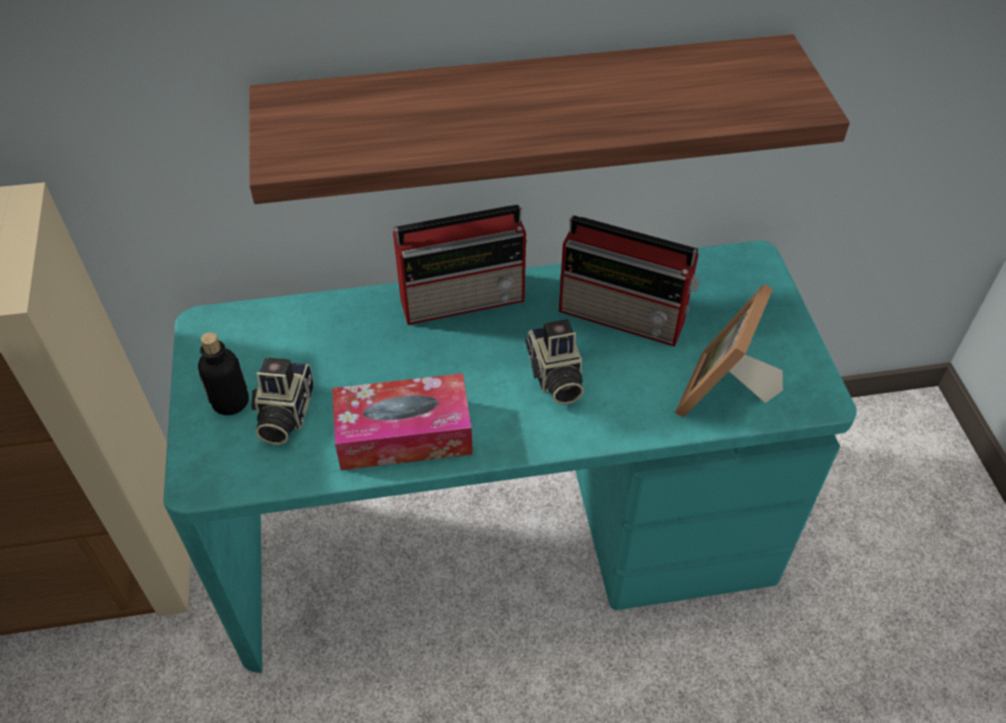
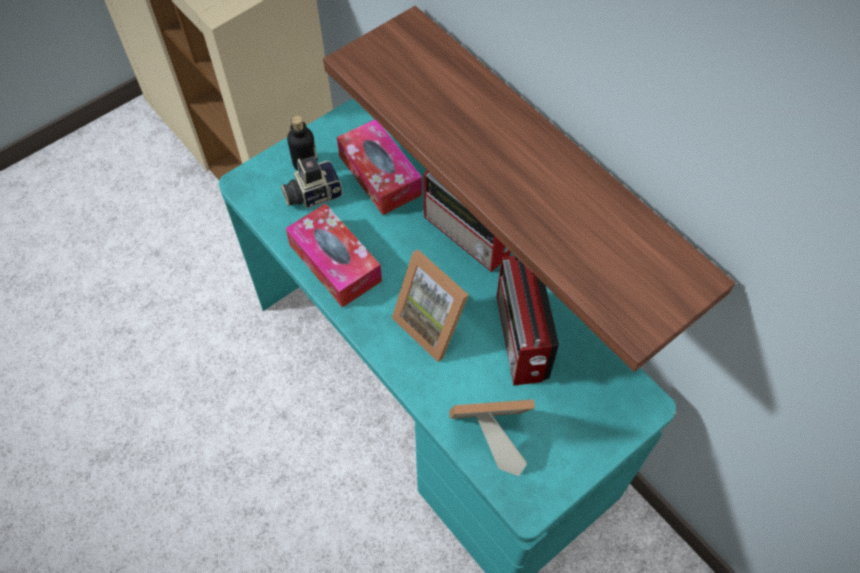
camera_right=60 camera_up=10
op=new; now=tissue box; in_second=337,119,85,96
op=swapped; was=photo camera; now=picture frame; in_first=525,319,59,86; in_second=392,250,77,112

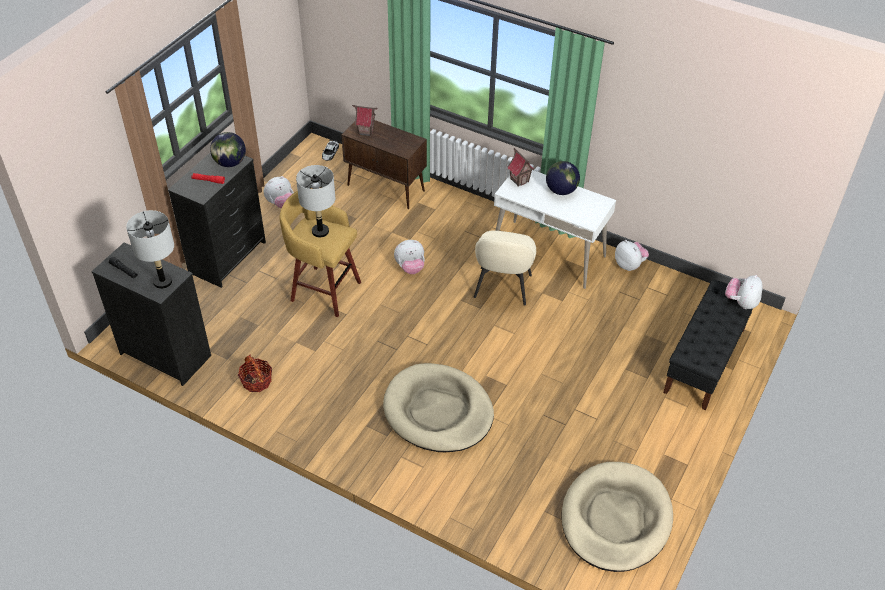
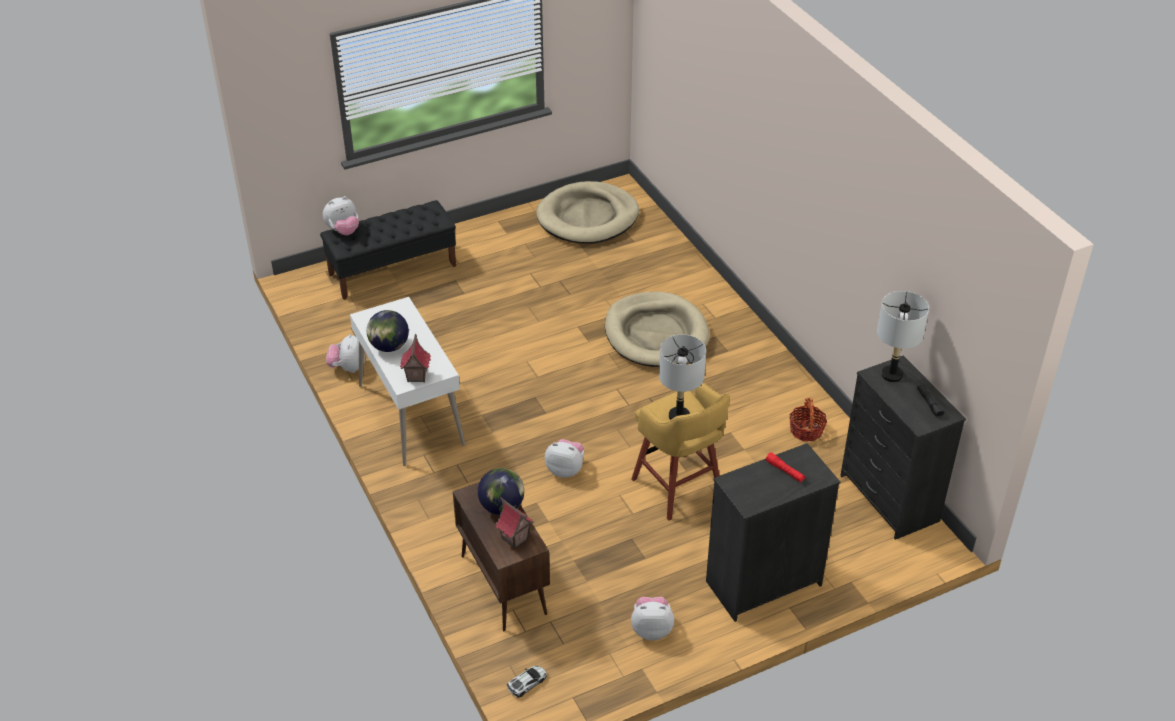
camera_right=-145 camera_up=-5
op=shifted; was=globe; in_first=210,132,36,35; in_second=478,468,46,47
op=gone; was=beige chair; in_first=474,231,62,75

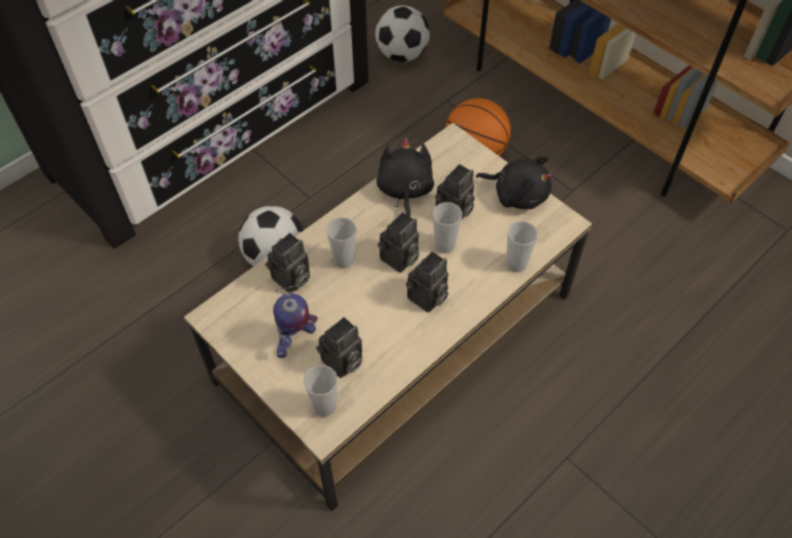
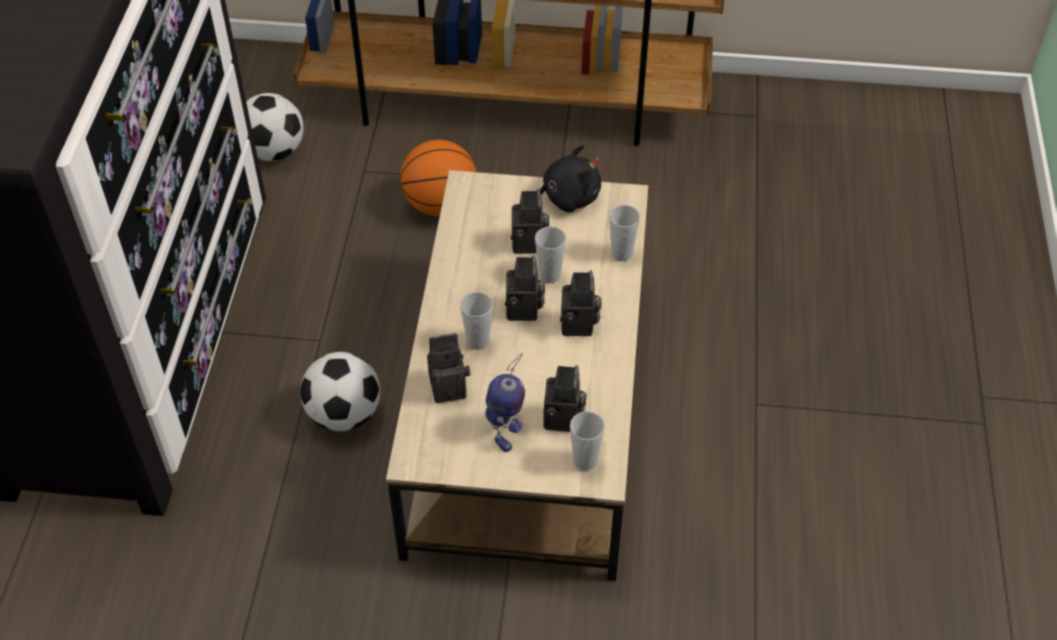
camera_right=-40 camera_up=-5
op=rotated; was=photo camera; in_first=265,233,45,60; in_second=427,333,43,70; clockwise=-105
op=gone; was=black plush toy; in_first=376,138,58,78

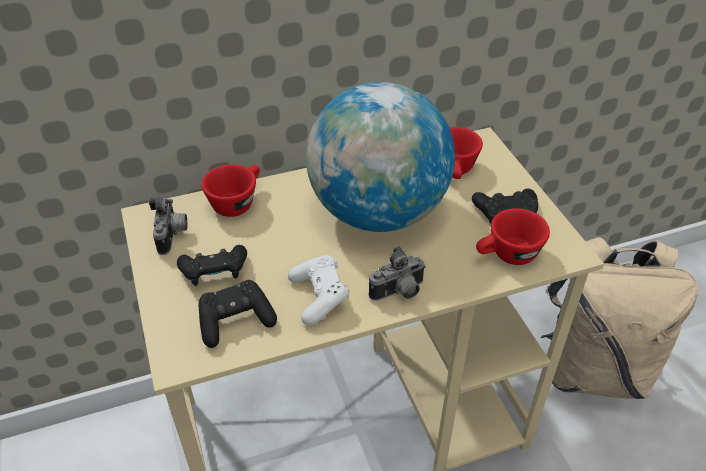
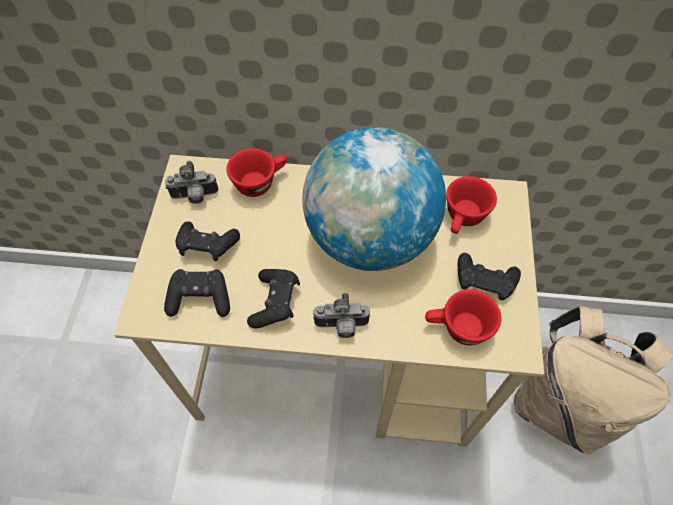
camera_right=25 camera_up=15
op=rotated; was=photo camera; in_first=149,197,39,58; in_second=165,161,53,43; clockwise=60
op=repainted; was=white game controller; now=black game controller; in_first=288,255,61,70; in_second=247,269,53,60

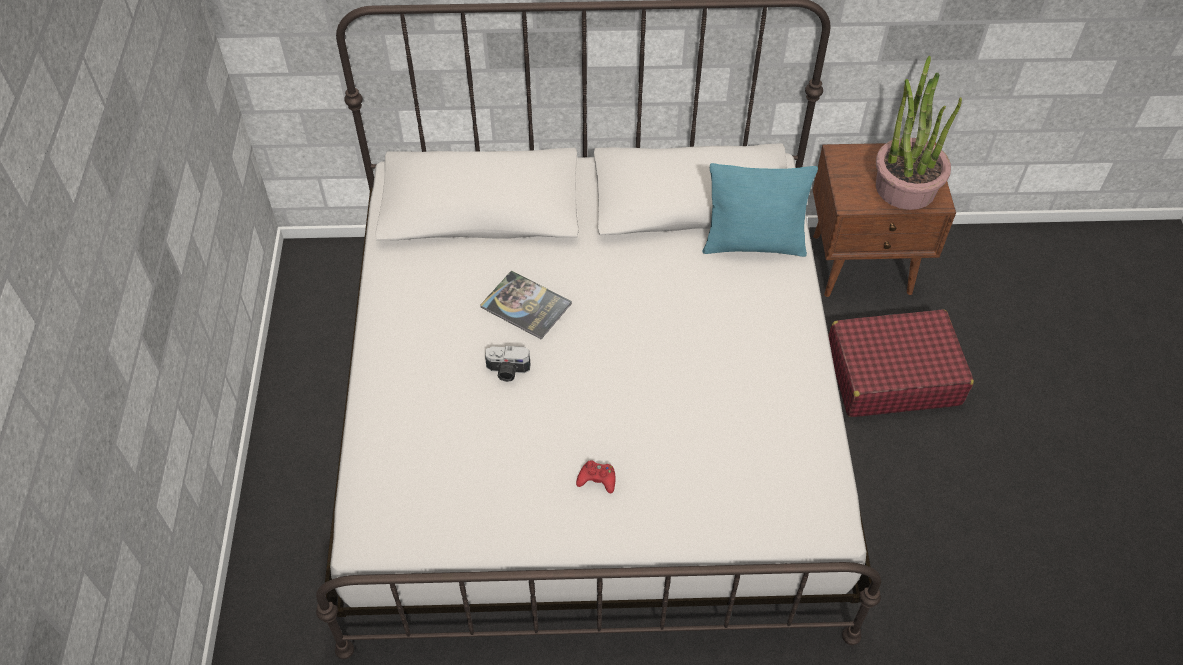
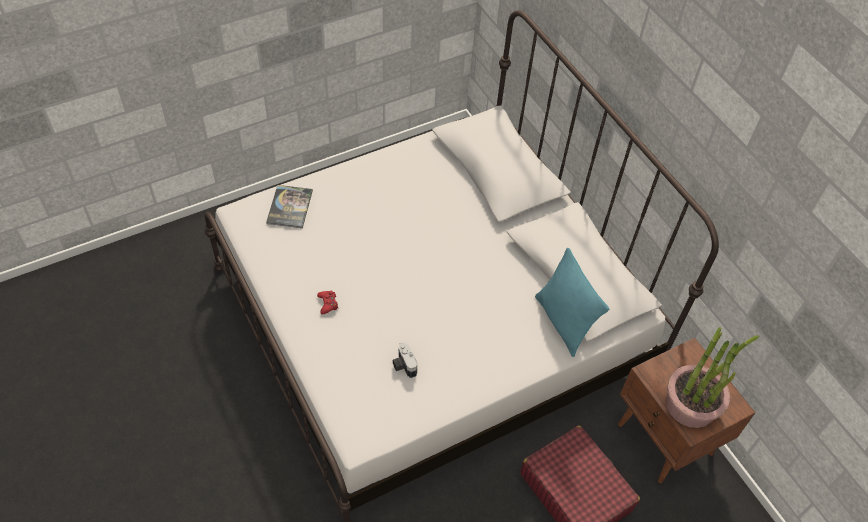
camera_right=60 camera_up=0
op=shifted; was=book; in_first=480,270,92,69; in_second=266,185,47,43
op=shifted; was=photo camera; in_first=485,346,46,36; in_second=392,342,25,36

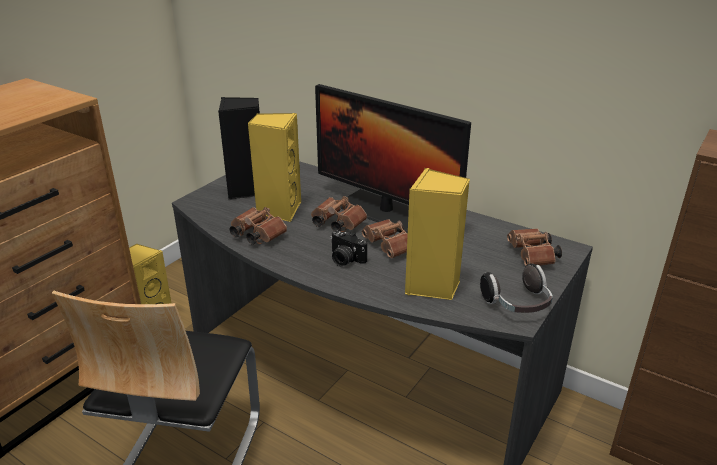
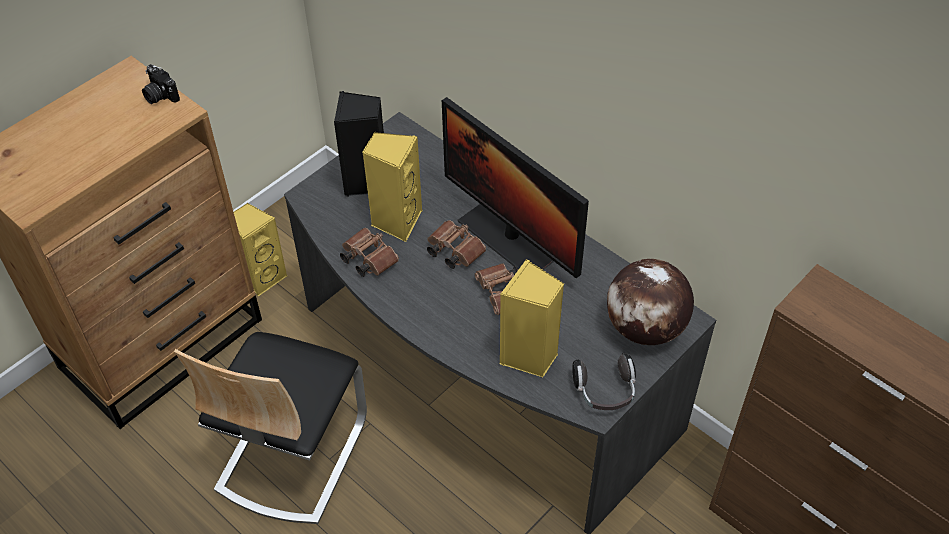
camera_right=10 camera_up=20
op=shifted; was=photo camera; in_first=330,230,37,36; in_second=142,64,38,40
op=swapped; was=brown binoculars; now=globe; in_first=507,228,55,38; in_second=607,259,87,86

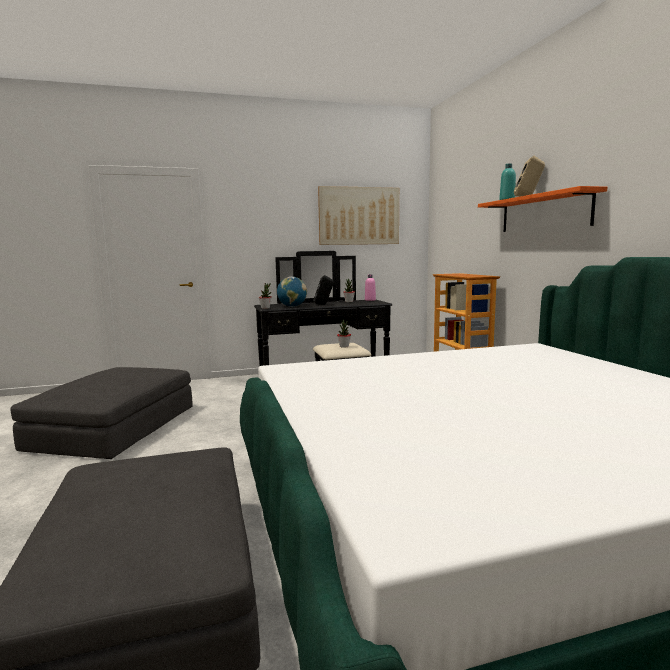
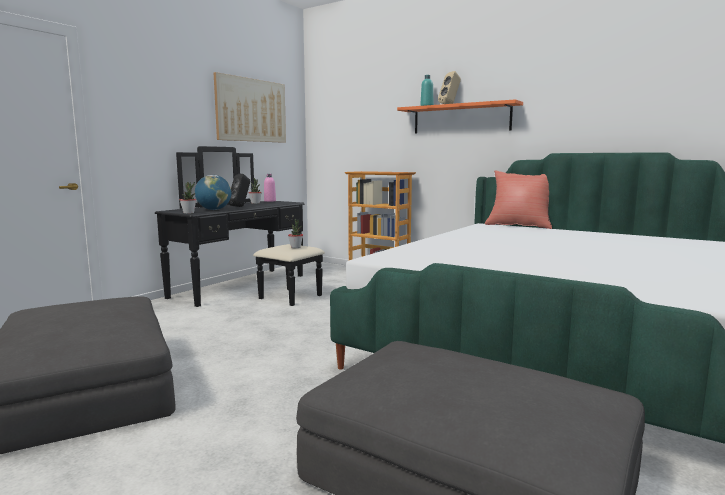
camera_right=-40 camera_up=0
op=new; now=red pillow; in_second=485,170,67,59

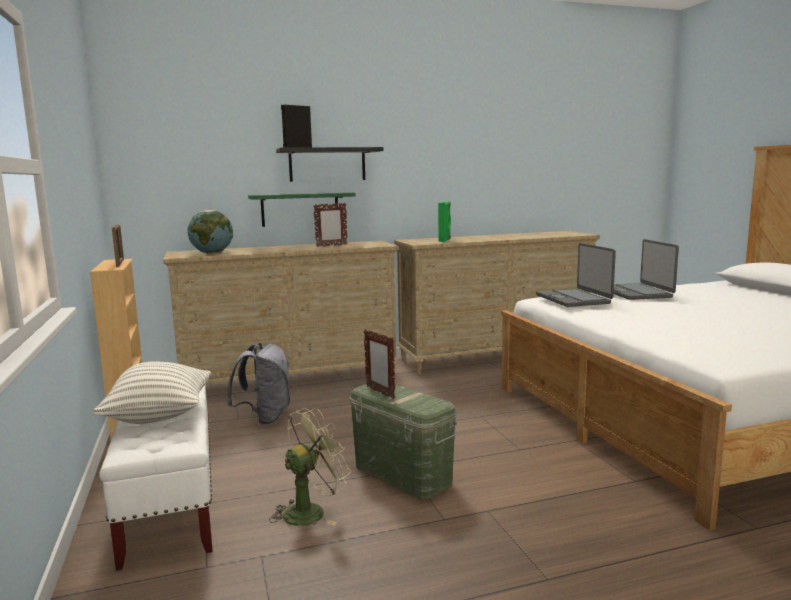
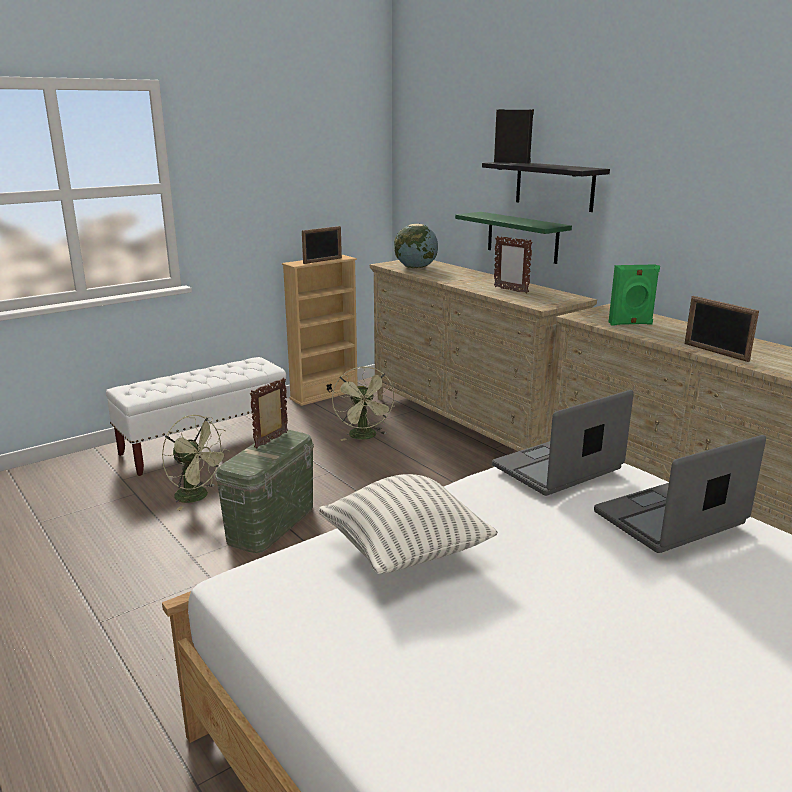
camera_right=70 camera_up=10
op=shifted; was=pillow; in_first=93,361,118,63; in_second=319,474,179,100
op=swapped; was=grey backpack; now=green fan; in_first=227,343,63,82; in_second=332,367,63,74
op=new; now=picture frame; in_second=685,296,74,66

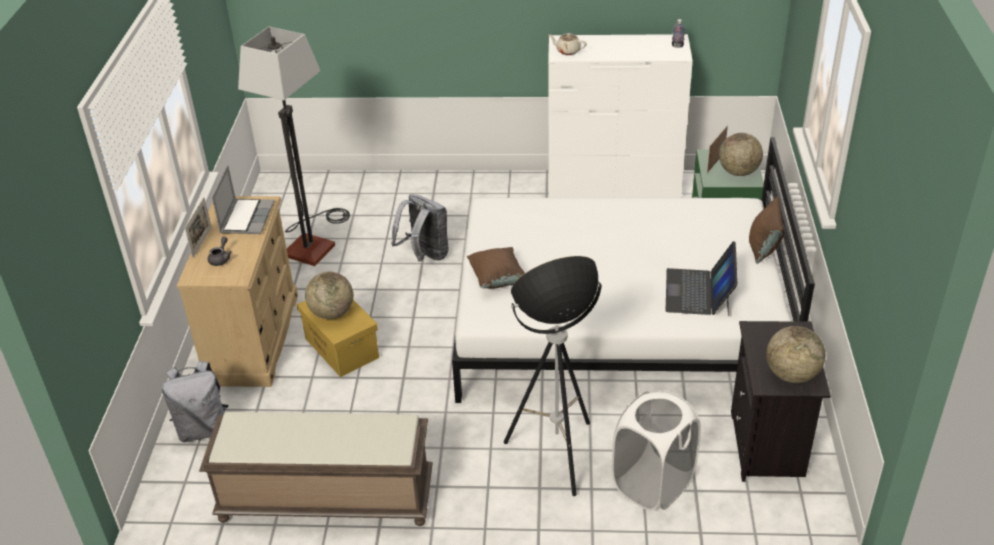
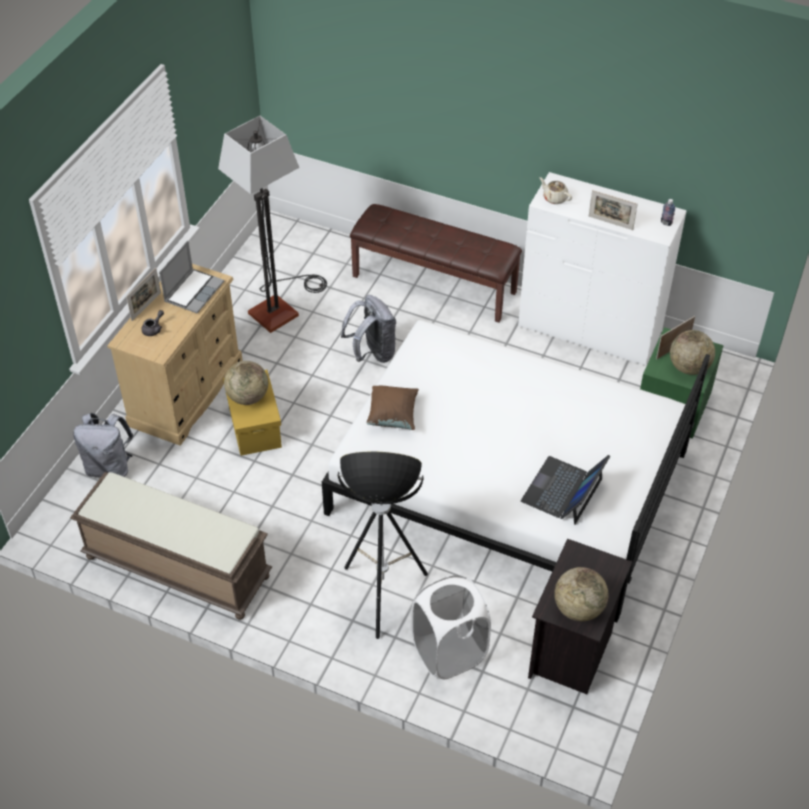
camera_right=20 camera_up=10
op=new; now=brown bench; in_second=350,204,172,118
op=new; now=picture frame; in_second=589,190,49,40
op=gone; was=brown pillow; in_first=749,196,35,68

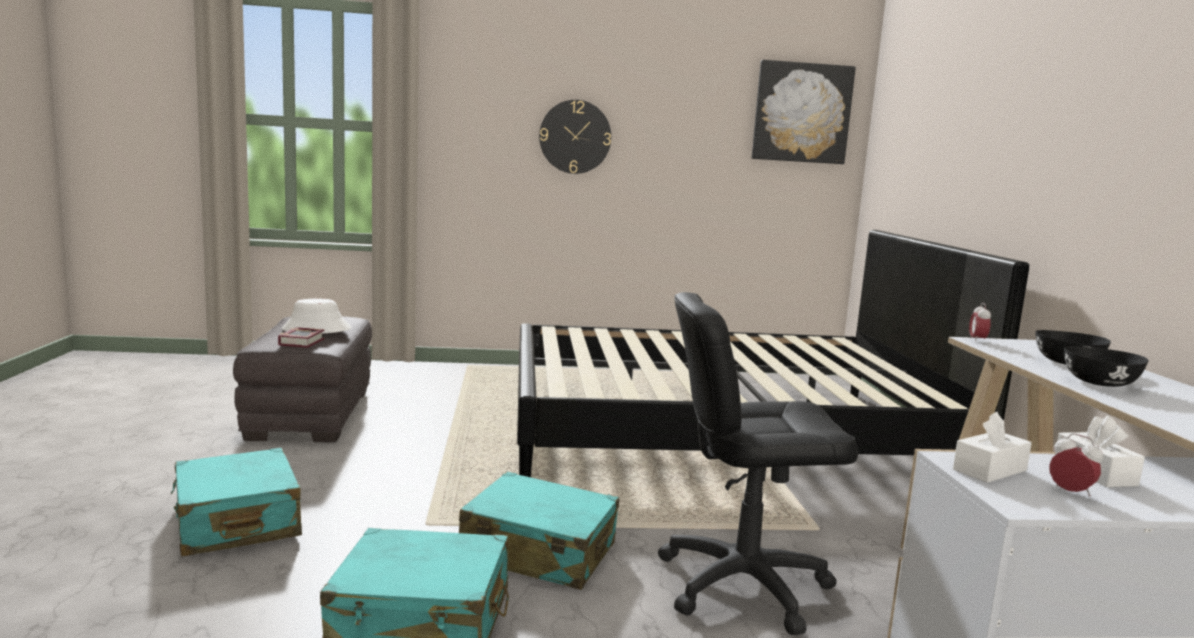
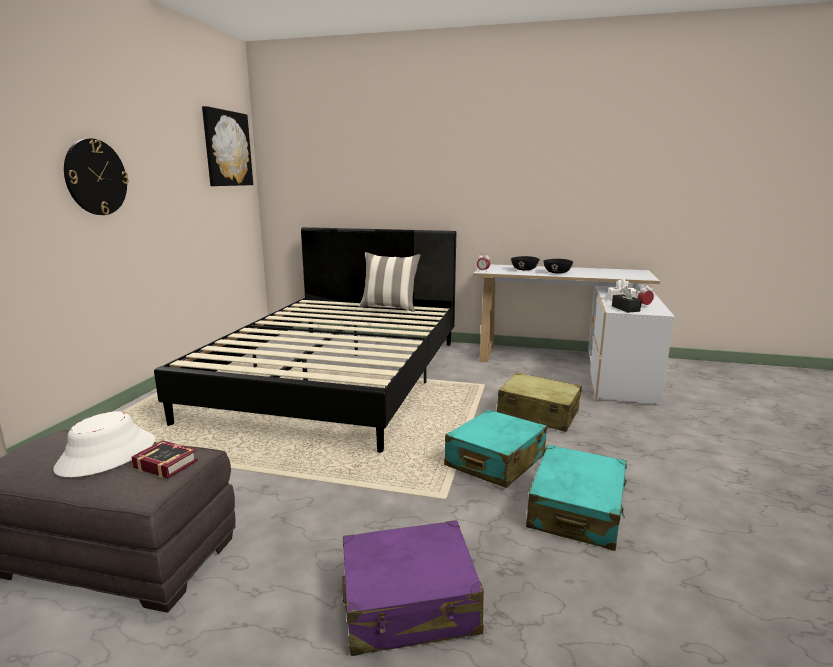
camera_right=-70 camera_up=5
op=repainted; was=turquoise suitcase; now=purple suitcase; in_first=171,448,131,108; in_second=342,520,142,136
op=new; now=pillow; in_second=359,252,62,60
op=swapped; was=black office chair; now=beige suitcase; in_first=658,292,200,343; in_second=497,372,85,60
op=repainted; was=white tissue box; now=black tissue box; in_first=953,412,79,71; in_second=612,286,30,26

